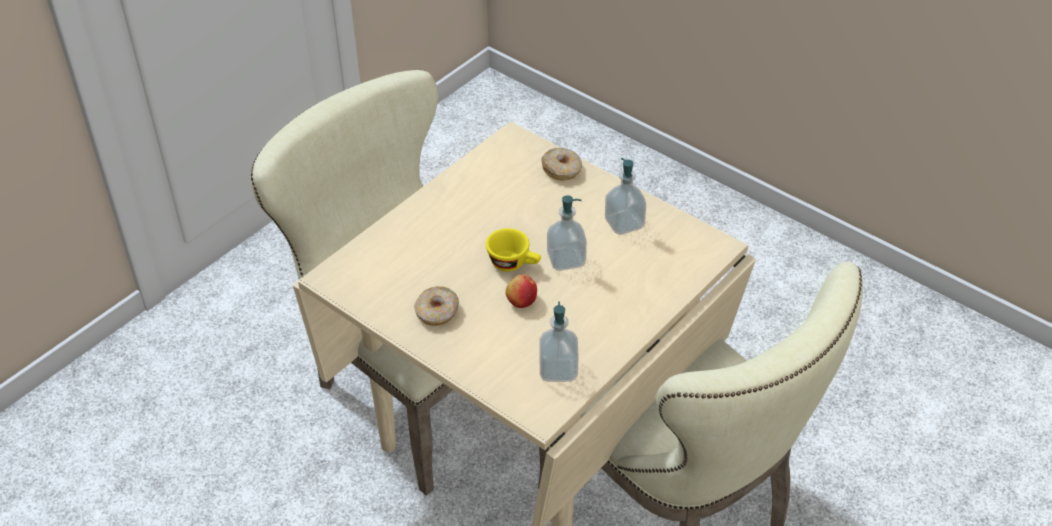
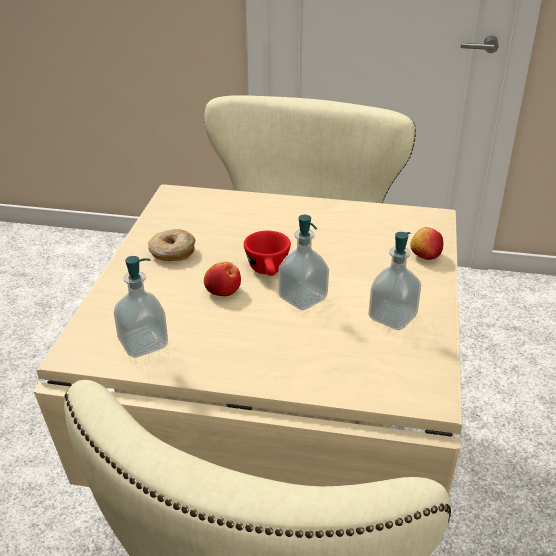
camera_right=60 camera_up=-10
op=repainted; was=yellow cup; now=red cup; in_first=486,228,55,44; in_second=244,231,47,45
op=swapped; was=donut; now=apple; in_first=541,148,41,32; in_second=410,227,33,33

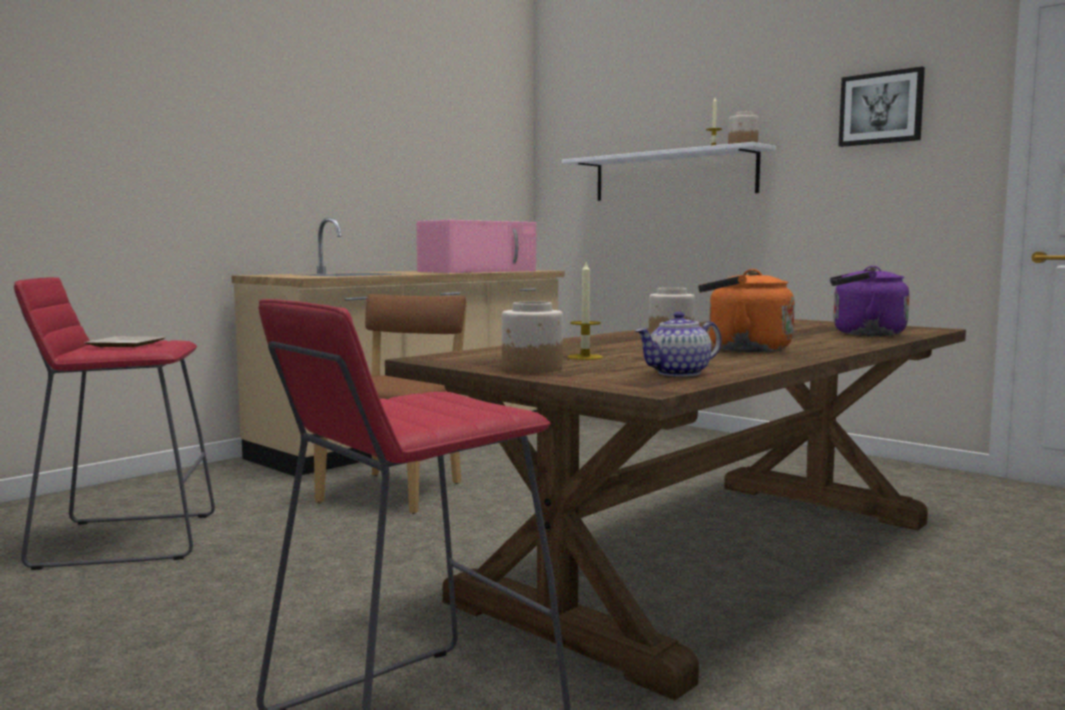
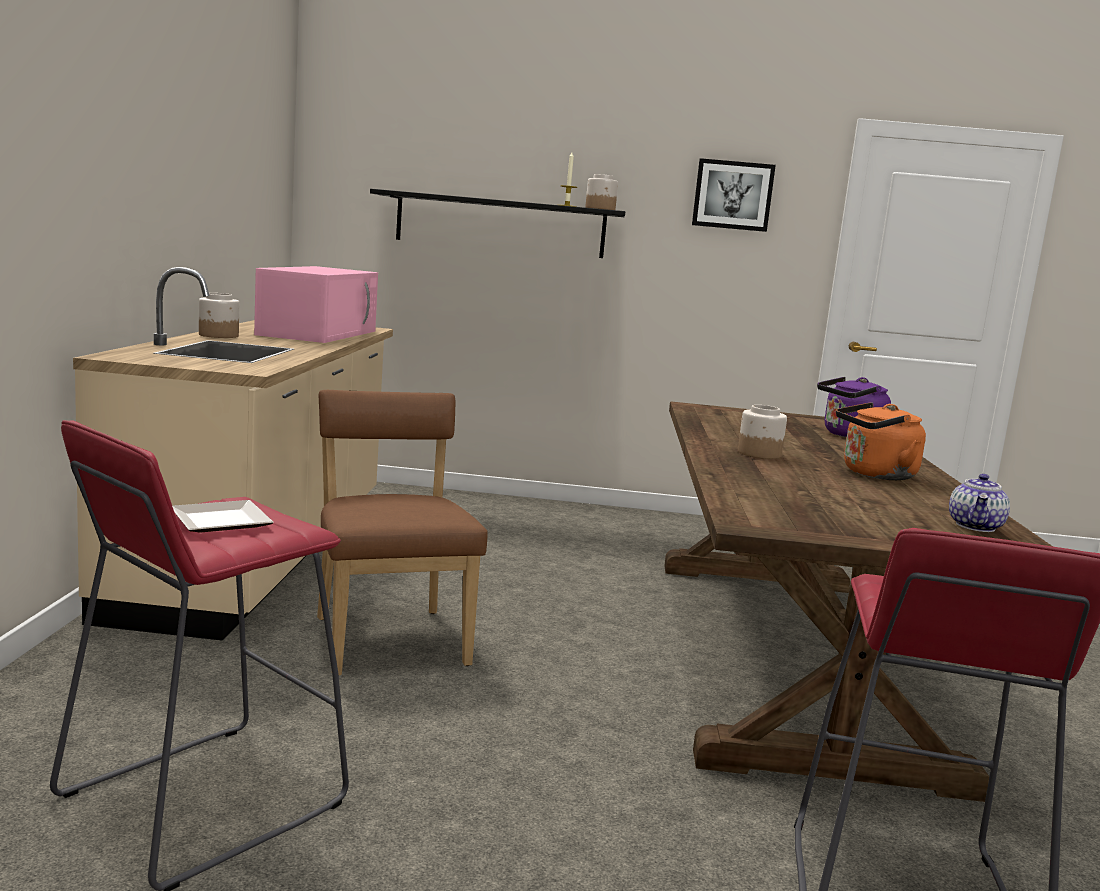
camera_right=-40 camera_up=5
op=shifted; was=jar; in_first=502,301,61,72; in_second=199,293,40,45
op=repainted; was=white shelf; now=black shelf; in_first=562,142,214,59; in_second=370,189,255,69
op=gone; was=candle; in_first=567,262,36,98

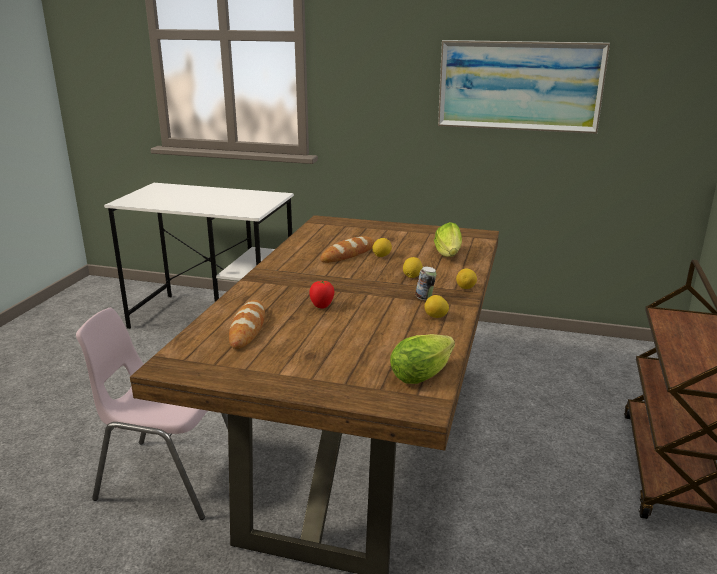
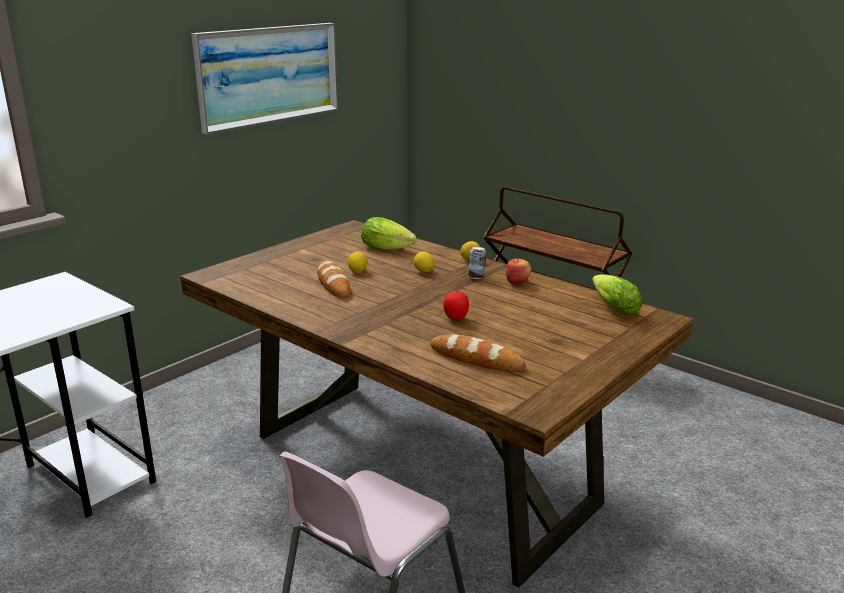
camera_right=-65 camera_up=0
op=swapped; was=lemon; now=apple; in_first=424,295,25,23; in_second=506,258,25,27

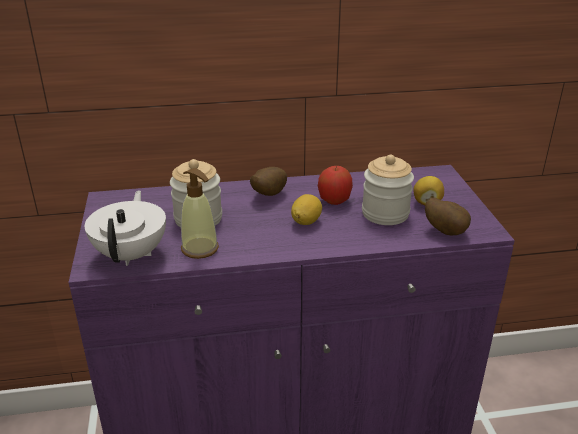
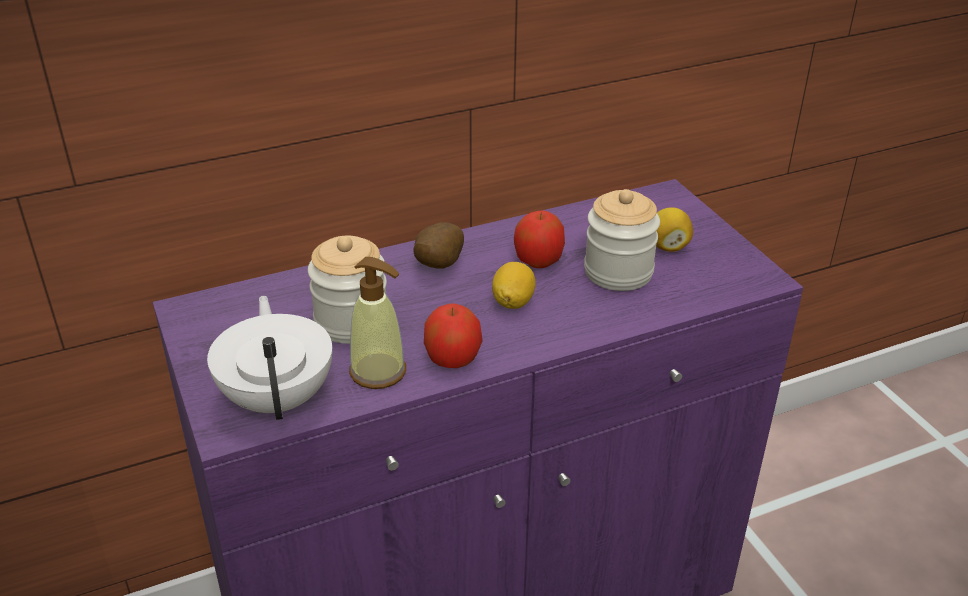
camera_right=-15 camera_up=5
op=new; now=apple; in_second=424,304,59,64
op=gone; was=potato; in_first=425,198,46,37

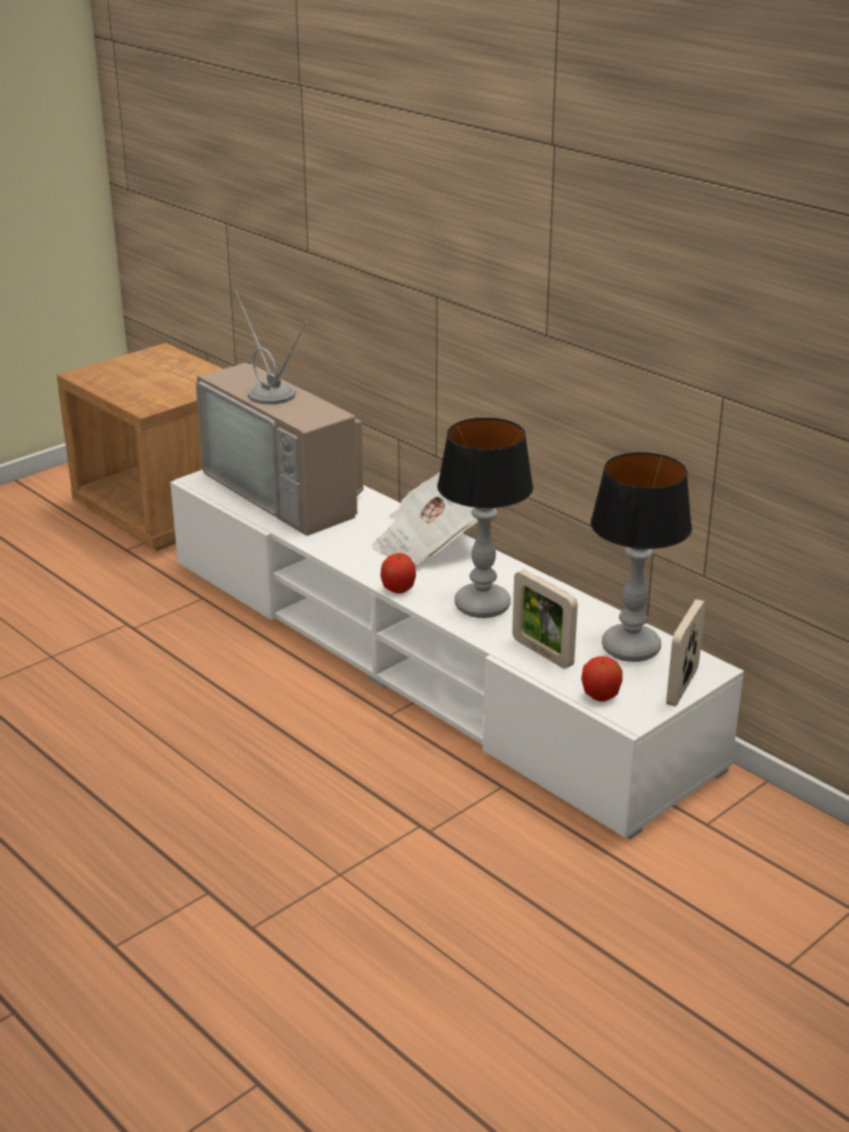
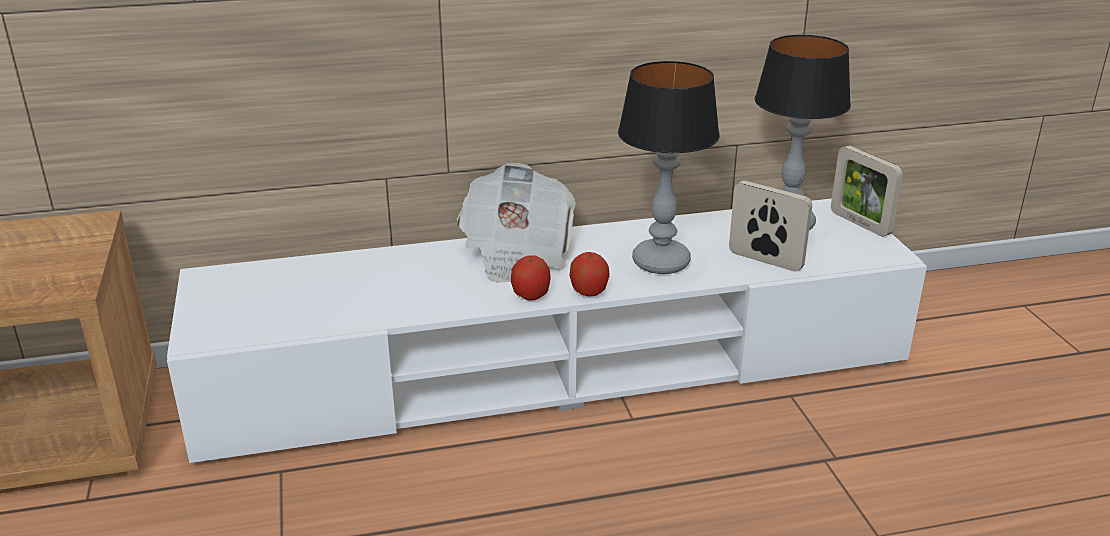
camera_right=-60 camera_up=0
op=shifted; was=apple; in_first=581,656,42,45; in_second=511,255,40,46
op=rotated; was=picture frame; in_first=512,570,66,99; in_second=729,181,83,91; clockwise=-135
op=gone; was=television; in_first=196,290,167,246

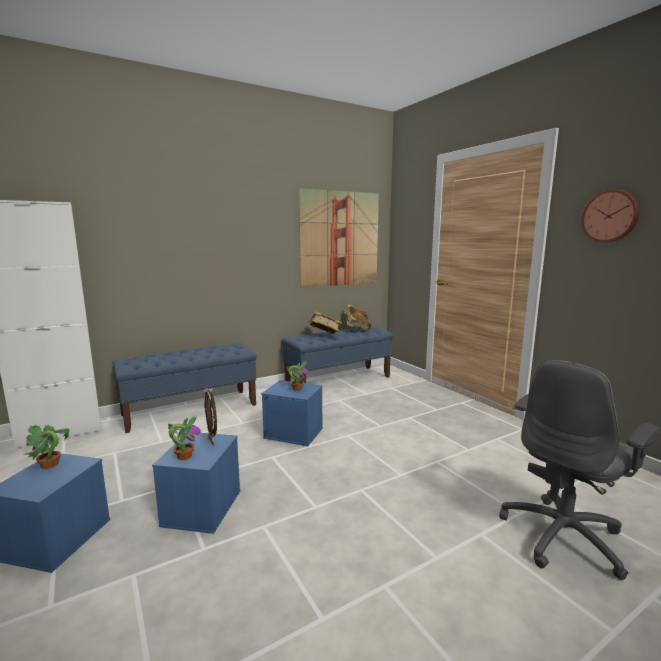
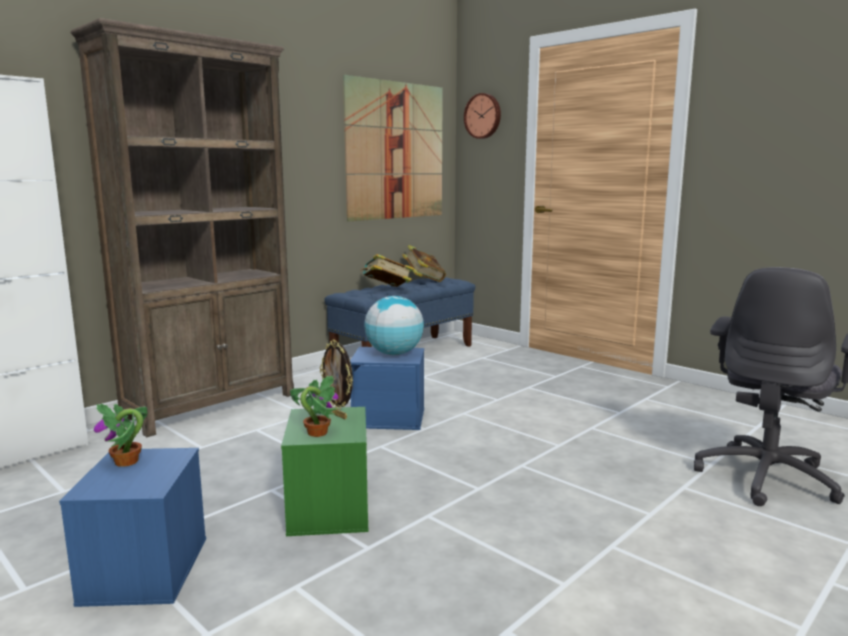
camera_right=-15 camera_up=0
op=swapped; was=blue bench; now=brown bookcase; in_first=112,343,145,90; in_second=71,18,223,419
op=repainted; was=blue storage box; now=green storage box; in_first=152,433,88,101; in_second=281,407,87,129
op=swapped; was=potted plant; now=globe; in_first=287,361,22,30; in_second=364,296,60,59
op=shifted; was=wall clock; in_first=581,190,59,52; in_second=464,93,37,46

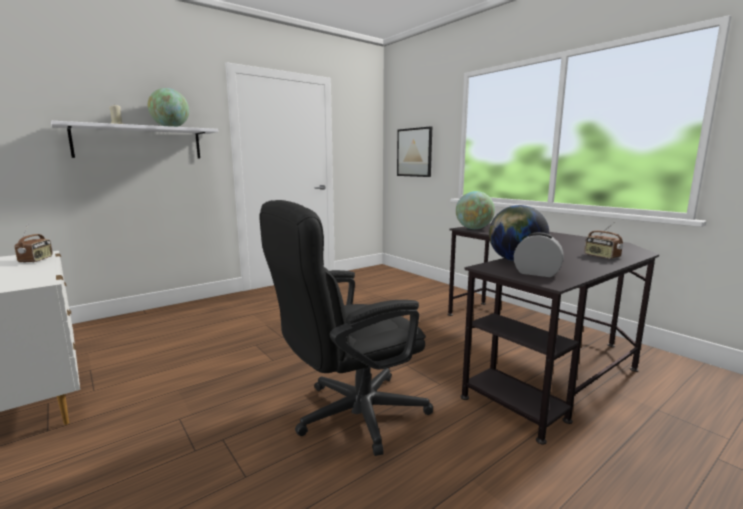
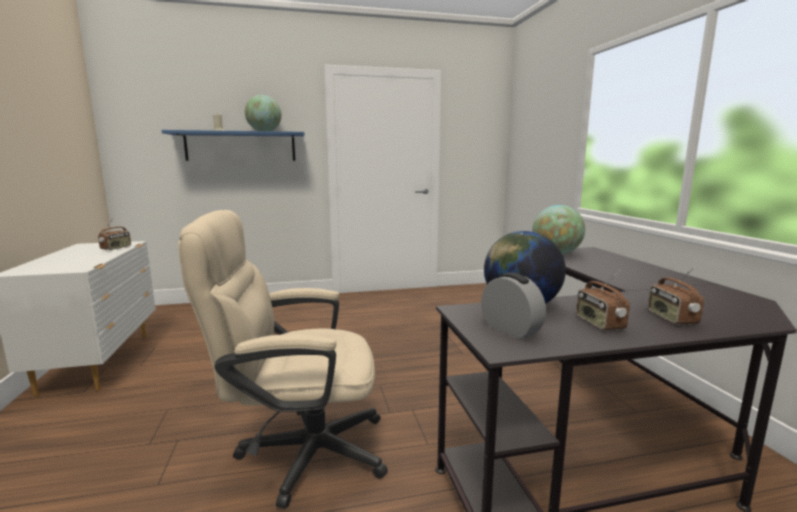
camera_right=25 camera_up=0
op=repainted; was=white shelf; now=blue shelf; in_first=51,121,167,38; in_second=161,130,143,31
op=repainted; was=black office chair; now=beige office chair; in_first=260,200,173,256; in_second=178,210,210,298
op=new; now=radio; in_second=576,271,54,60
op=gone; was=picture; in_first=397,126,35,51

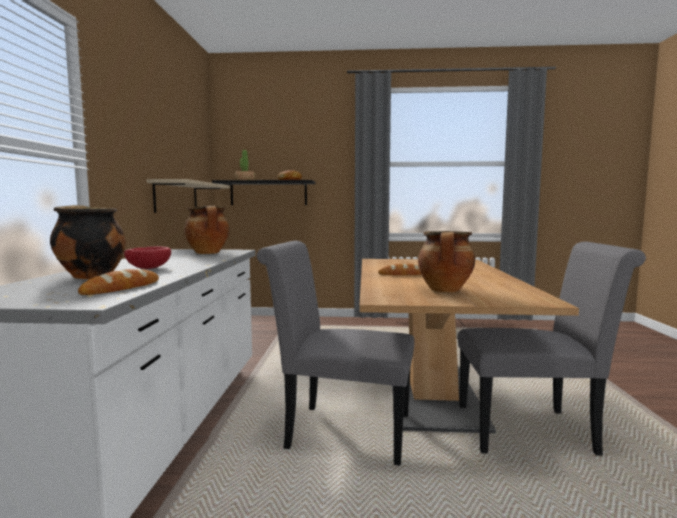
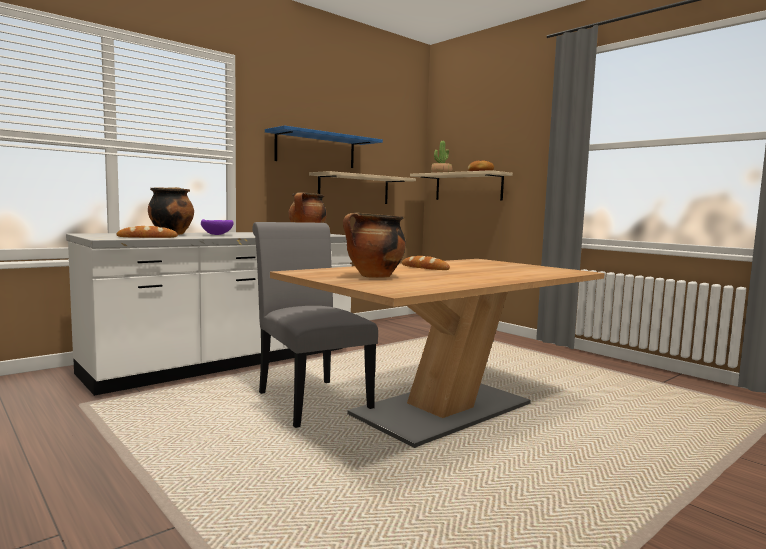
camera_right=45 camera_up=0
op=repainted; was=red bowl; now=purple bowl; in_first=124,246,47,23; in_second=201,219,33,16
op=new; now=blue shelf; in_second=265,125,118,43
op=repainted; was=black shelf; now=beige shelf; in_first=212,180,103,25; in_second=410,170,103,31
op=gone; was=grey chair; in_first=458,242,188,214

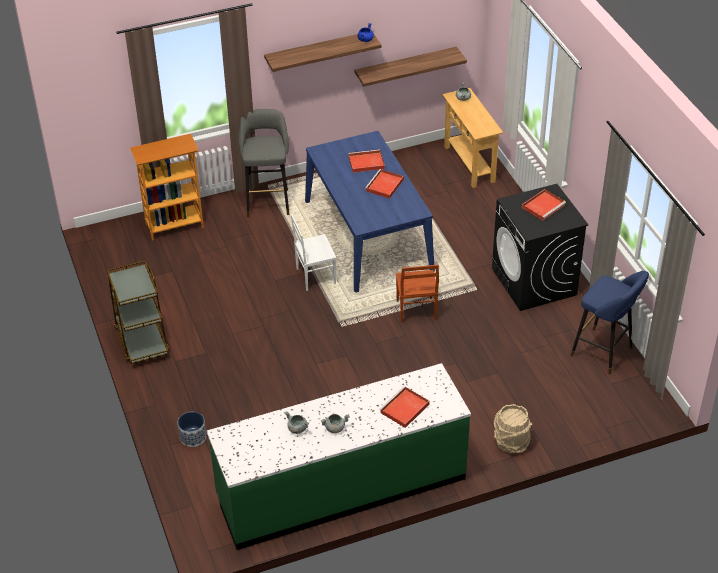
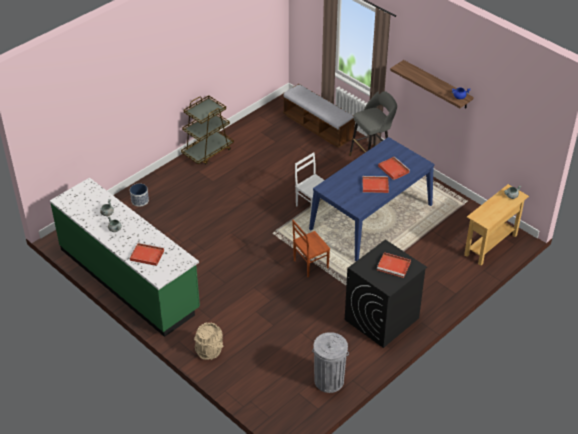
camera_right=65 camera_up=0
op=swapped; was=bookcase; now=bench; in_first=130,134,74,107; in_second=283,84,72,64
op=swapped; was=blue stool; now=grey trash can; in_first=570,271,79,104; in_second=312,332,37,61
op=gone; was=shelf; in_first=355,47,112,40

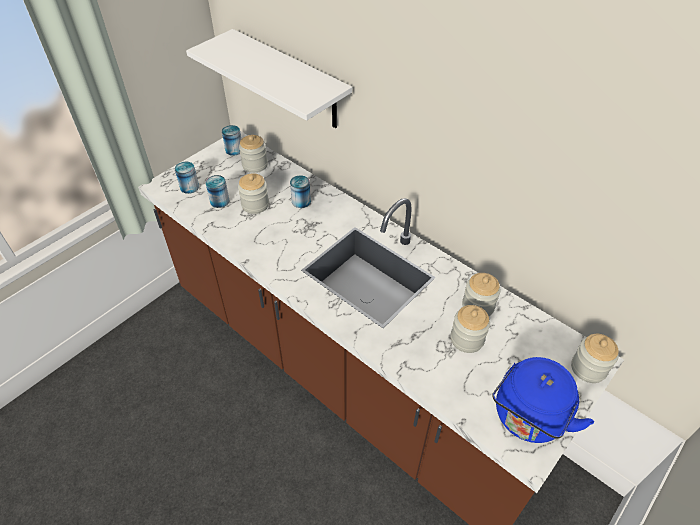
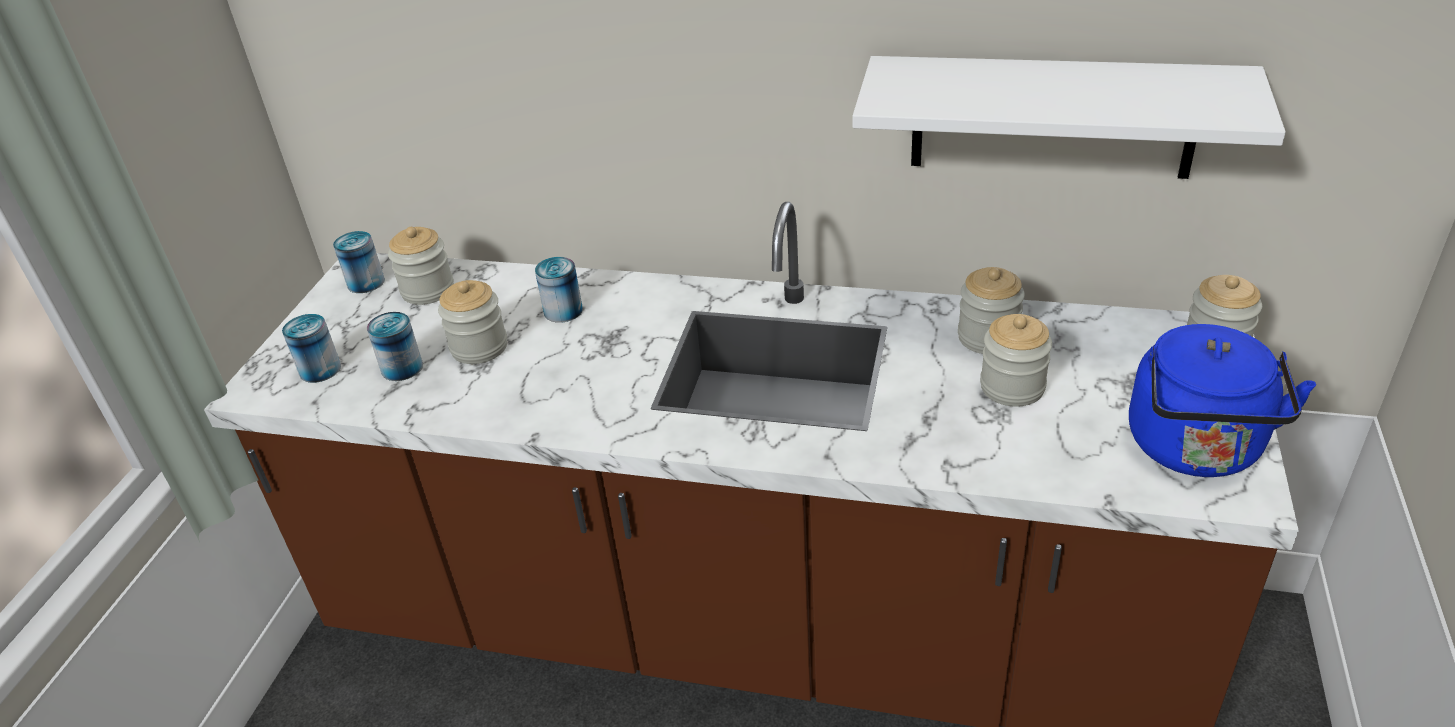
camera_right=-25 camera_up=-10
op=shifted; was=white shelf; in_first=186,29,166,99; in_second=852,56,434,123

